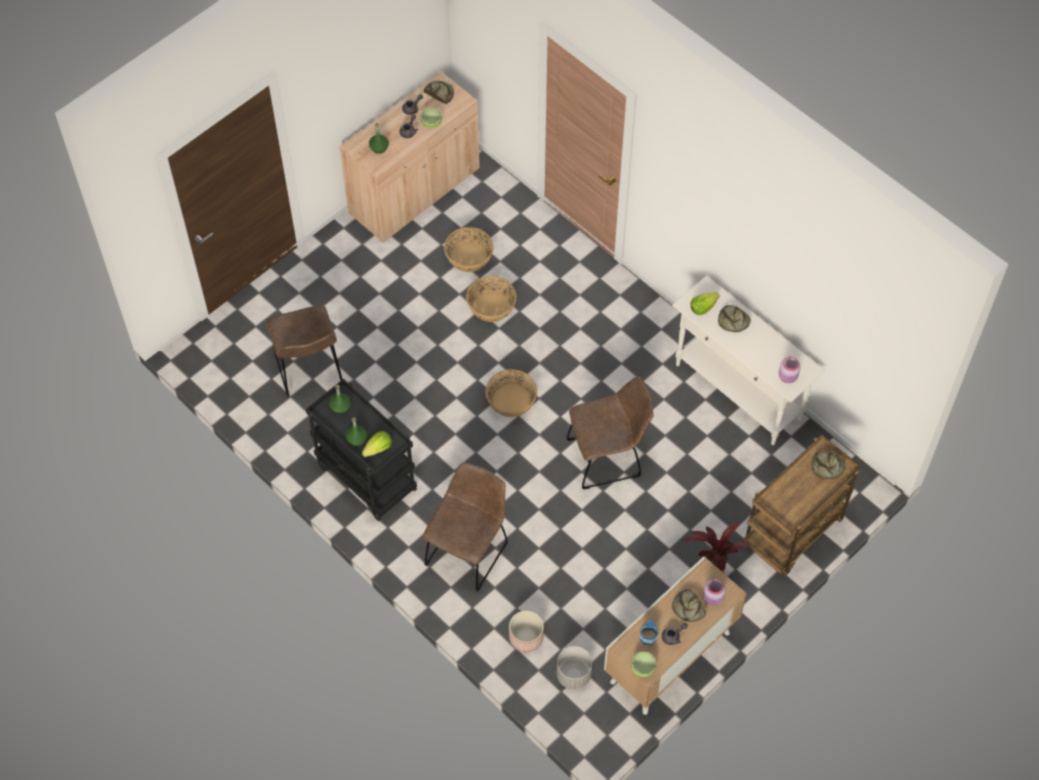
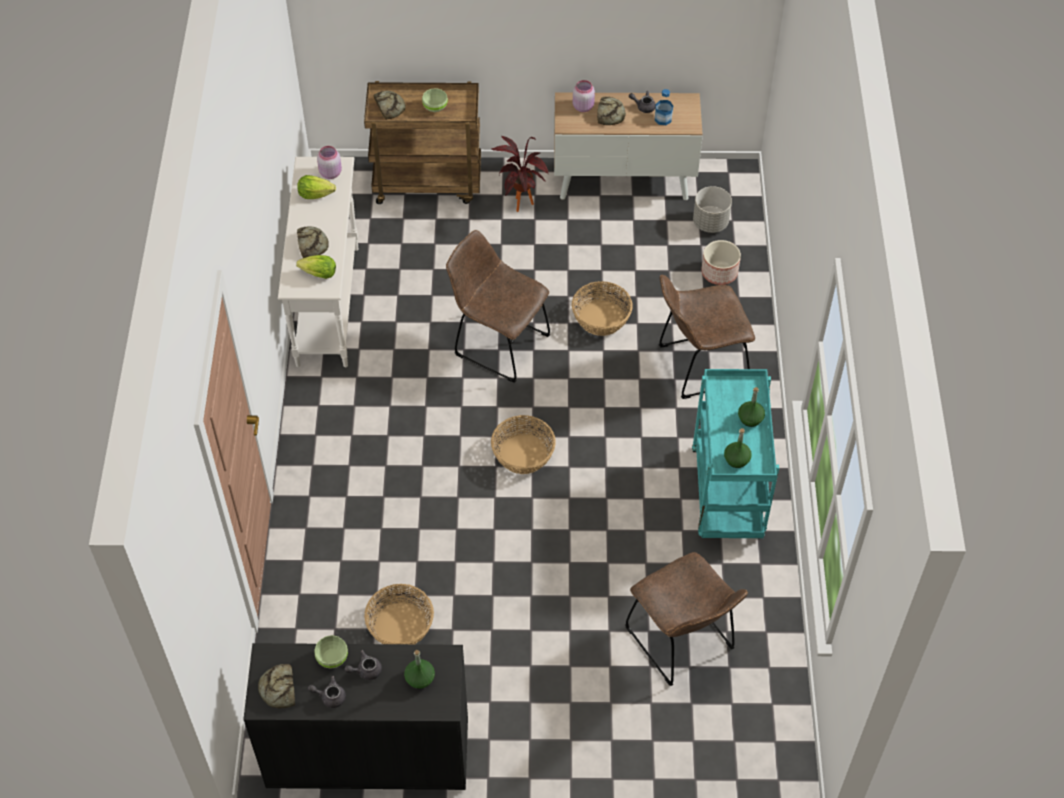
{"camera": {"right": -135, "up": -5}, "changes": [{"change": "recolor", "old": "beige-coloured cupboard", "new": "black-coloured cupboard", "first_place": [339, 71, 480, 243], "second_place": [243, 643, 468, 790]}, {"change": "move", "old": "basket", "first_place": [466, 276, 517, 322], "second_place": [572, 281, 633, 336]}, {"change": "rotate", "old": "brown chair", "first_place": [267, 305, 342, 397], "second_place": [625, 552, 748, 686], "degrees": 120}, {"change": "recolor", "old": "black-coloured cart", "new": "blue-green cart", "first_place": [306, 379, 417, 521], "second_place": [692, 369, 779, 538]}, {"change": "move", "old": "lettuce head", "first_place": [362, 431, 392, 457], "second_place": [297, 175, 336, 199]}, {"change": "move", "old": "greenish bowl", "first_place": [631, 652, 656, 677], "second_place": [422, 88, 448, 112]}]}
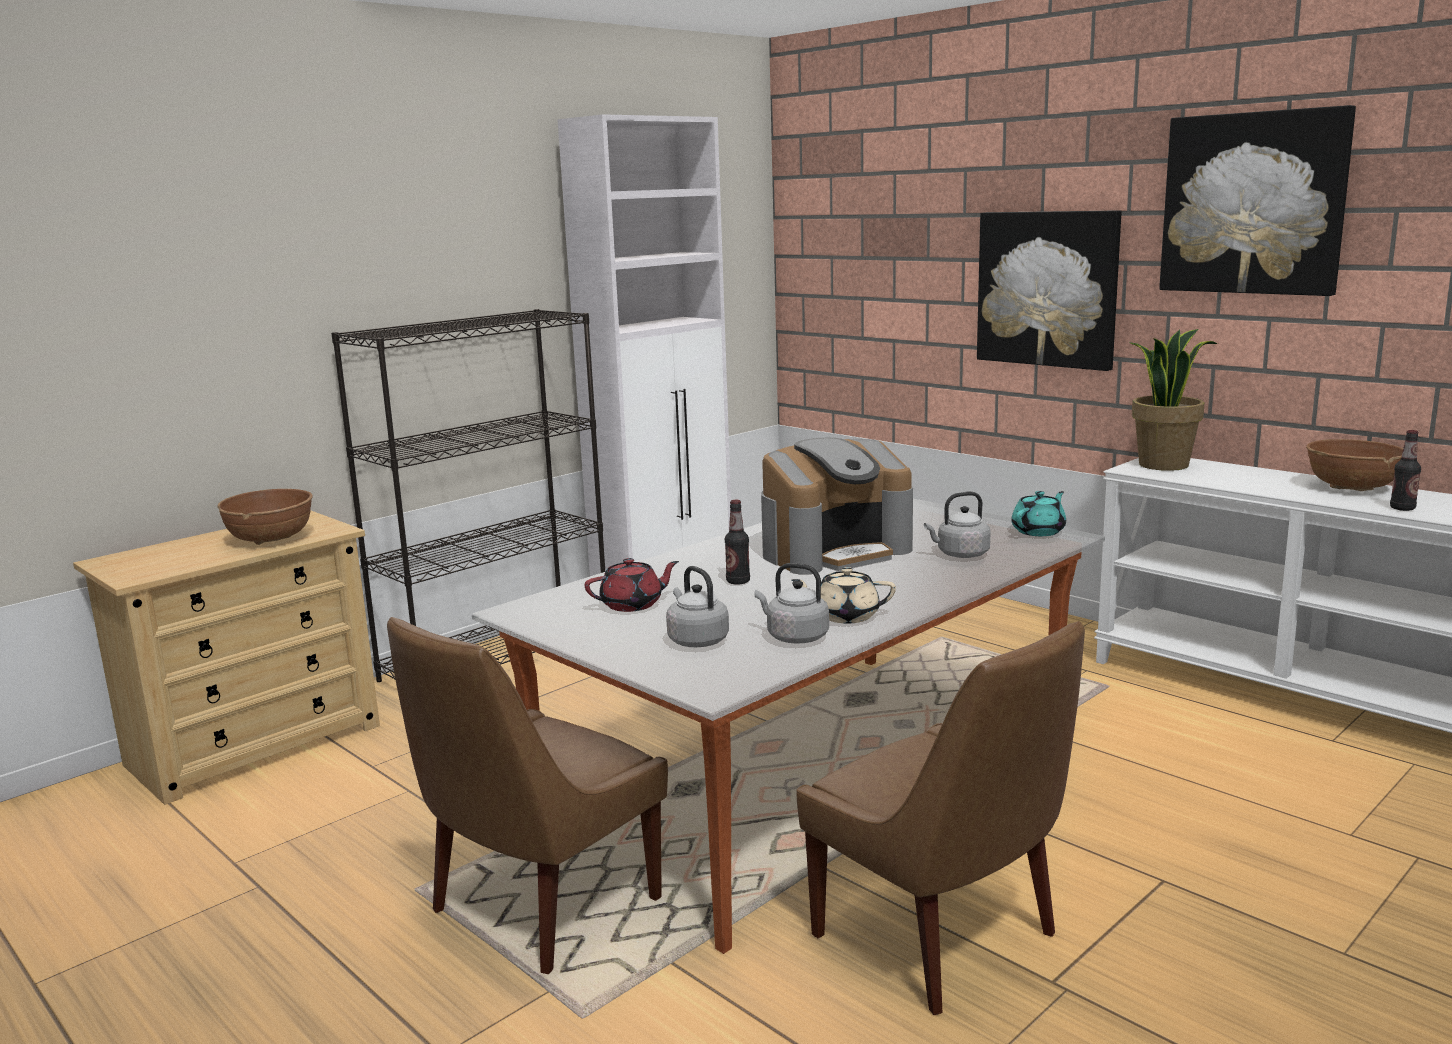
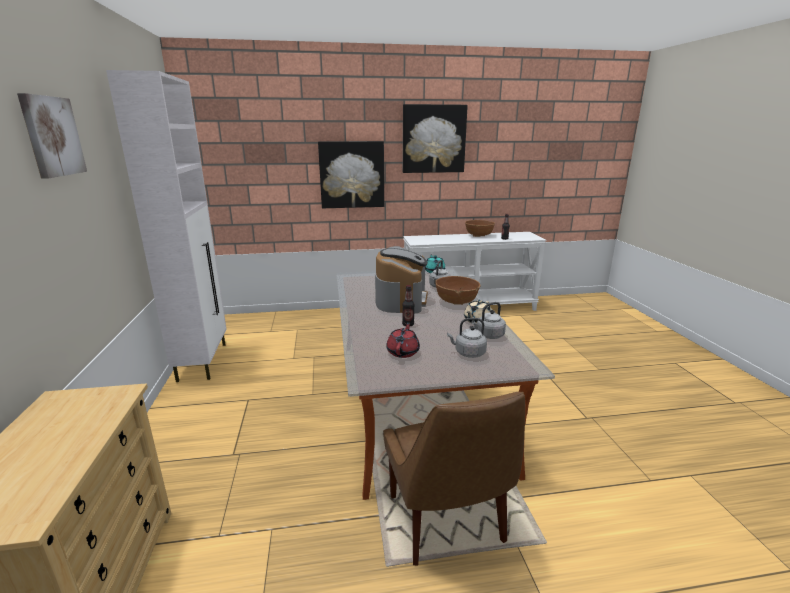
{"camera": {"right": -55, "up": 5}, "changes": [{"change": "delete", "old": "black-coloured bookshelf", "first_place": [331, 309, 605, 682]}, {"change": "delete", "old": "plant in a pot", "first_place": [1130, 329, 1218, 471]}, {"change": "move", "old": "brown bowl", "first_place": [217, 489, 313, 545], "second_place": [435, 276, 481, 305]}, {"change": "delete", "old": "brown chair", "first_place": [796, 621, 1085, 1015]}, {"change": "insert", "new": "wall picture", "second_place": [17, 93, 87, 179]}]}
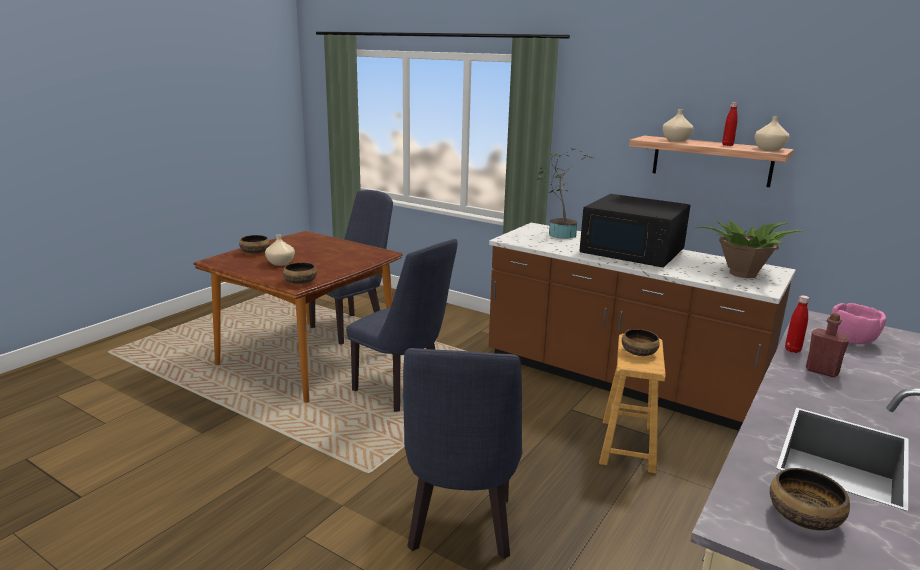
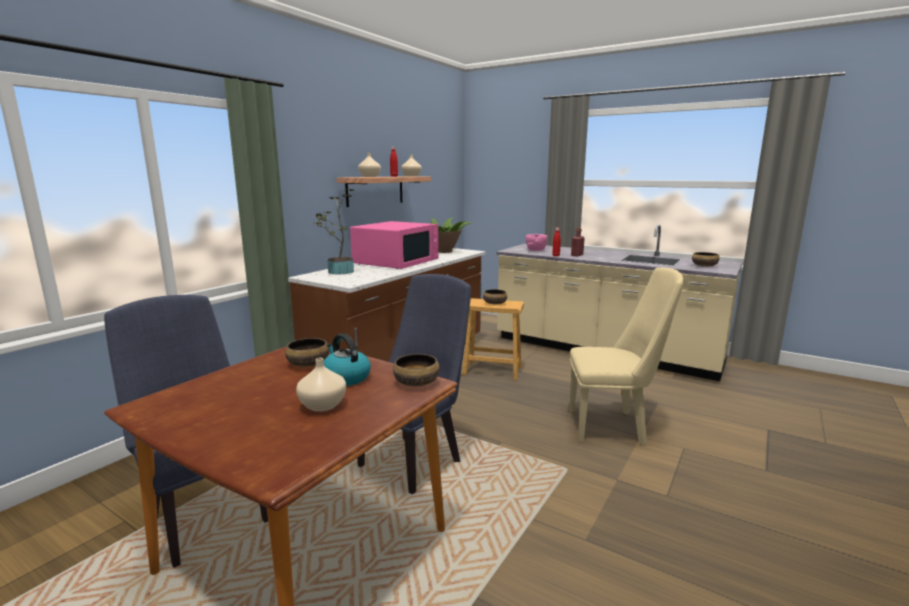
{"camera": {"right": -90, "up": -5}, "changes": [{"change": "recolor", "old": "black-coloured kitchen microwave", "new": "pink kitchen microwave", "first_place": [579, 194, 690, 268], "second_place": [350, 221, 438, 269]}, {"change": "move", "old": "bowl", "first_place": [239, 235, 270, 254], "second_place": [285, 338, 329, 367]}, {"change": "recolor", "old": "blue chair", "new": "beige-coloured chair", "first_place": [403, 348, 522, 559], "second_place": [569, 268, 684, 446]}, {"change": "insert", "new": "water kettle", "second_place": [324, 333, 371, 386]}]}
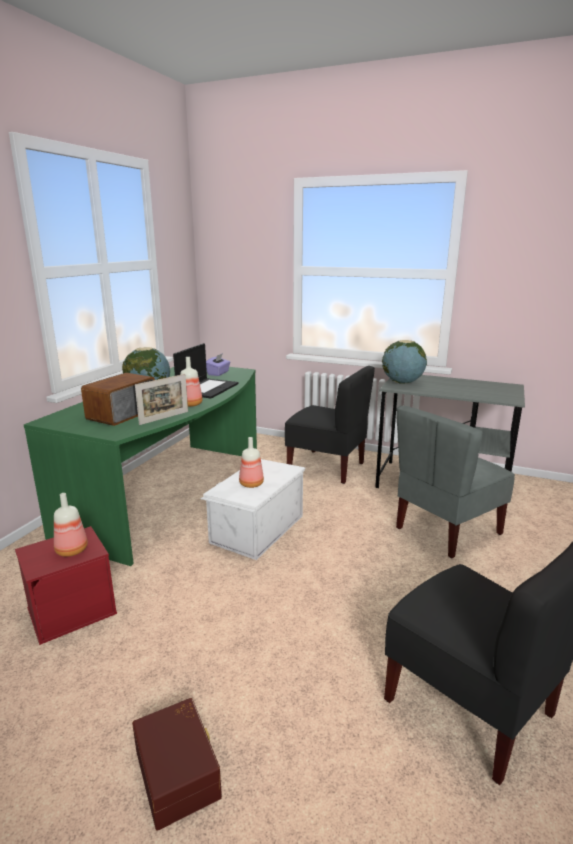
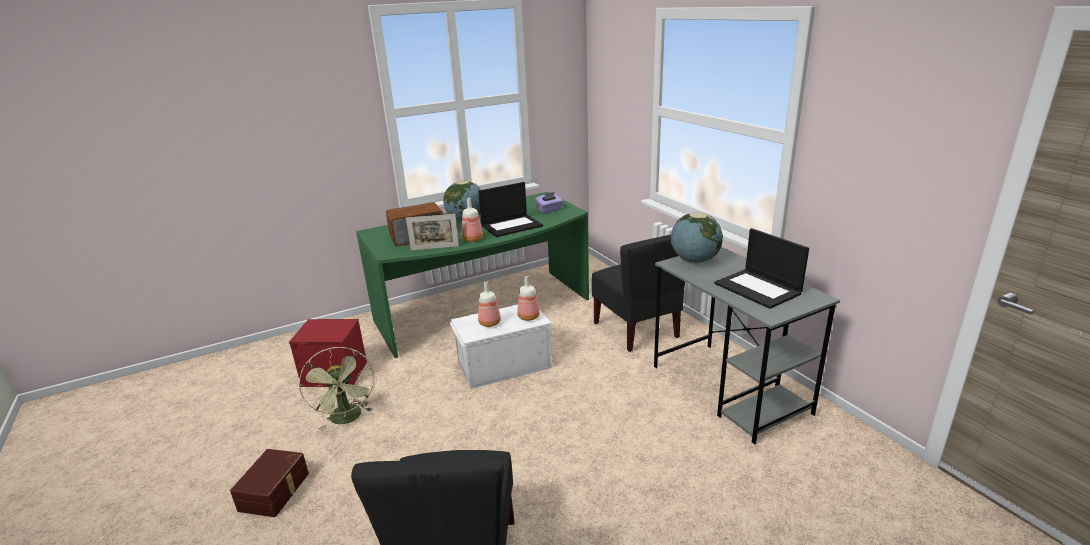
{"camera": {"right": 40, "up": 5}, "changes": [{"change": "delete", "old": "greyish chair", "first_place": [396, 406, 515, 558]}, {"change": "move", "old": "drink bottle", "first_place": [54, 493, 88, 557], "second_place": [517, 276, 540, 321]}, {"change": "insert", "new": "portable computer", "second_place": [714, 228, 809, 309]}, {"change": "insert", "new": "greenish fan", "second_place": [299, 347, 375, 430]}]}
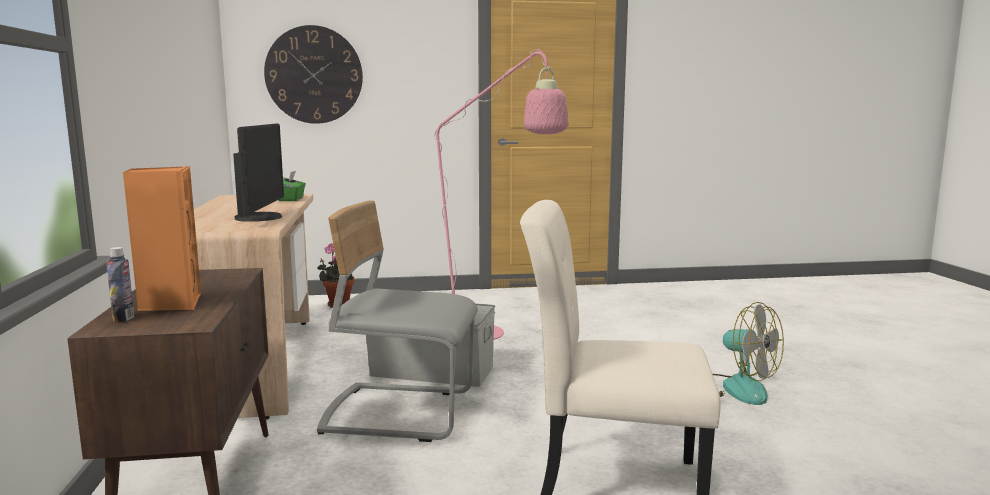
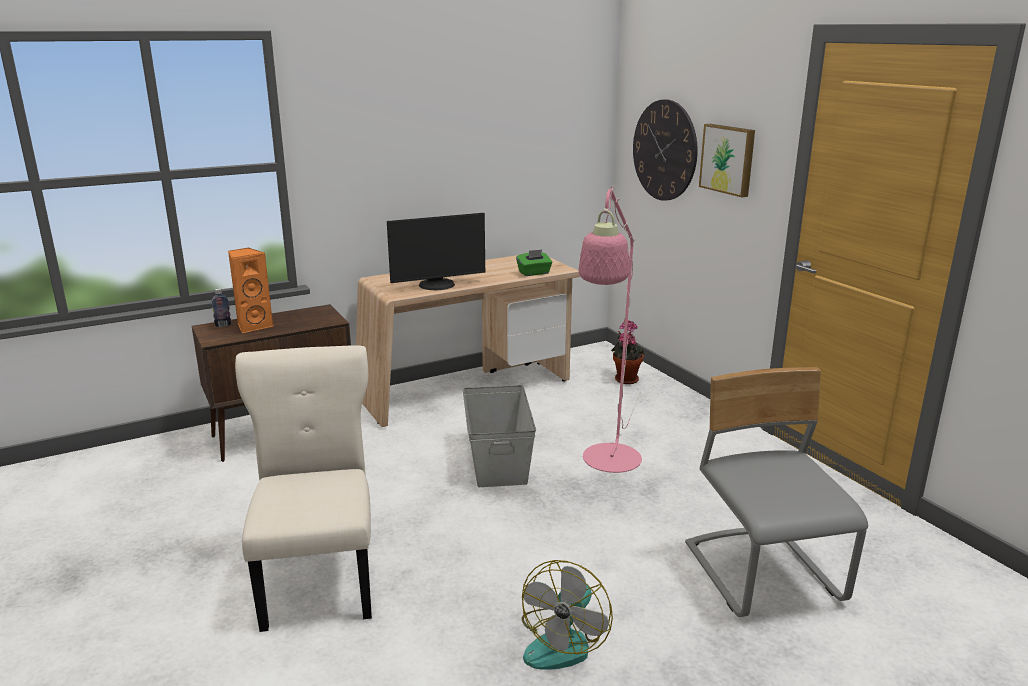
{"camera": {"right": 70, "up": 10}, "changes": [{"change": "move", "old": "greyish chair", "first_place": [317, 200, 478, 442], "second_place": [685, 367, 868, 617]}, {"change": "insert", "new": "wall picture", "second_place": [699, 124, 755, 197]}]}
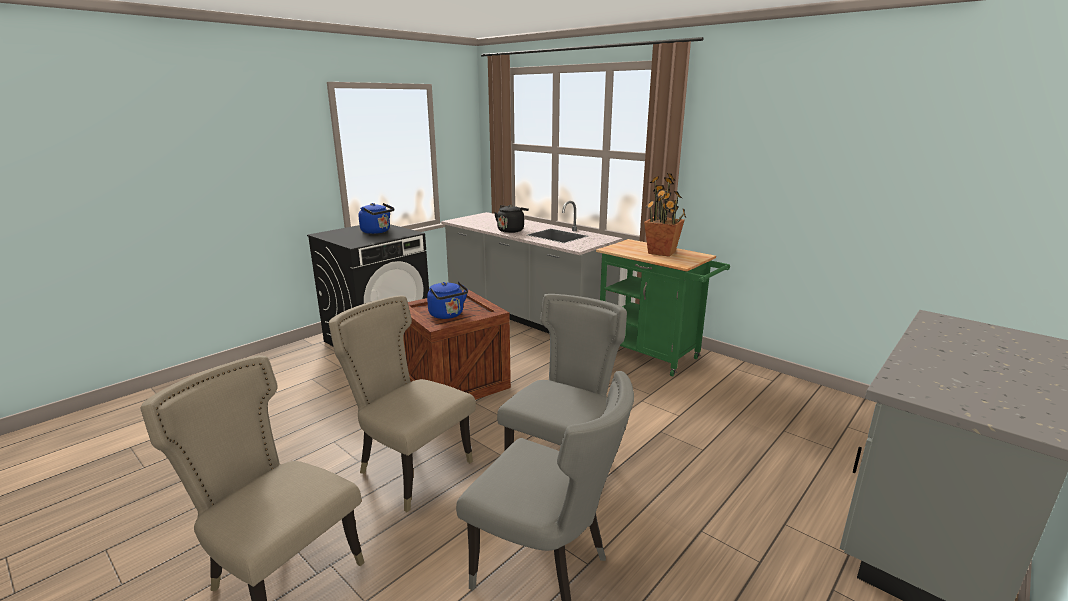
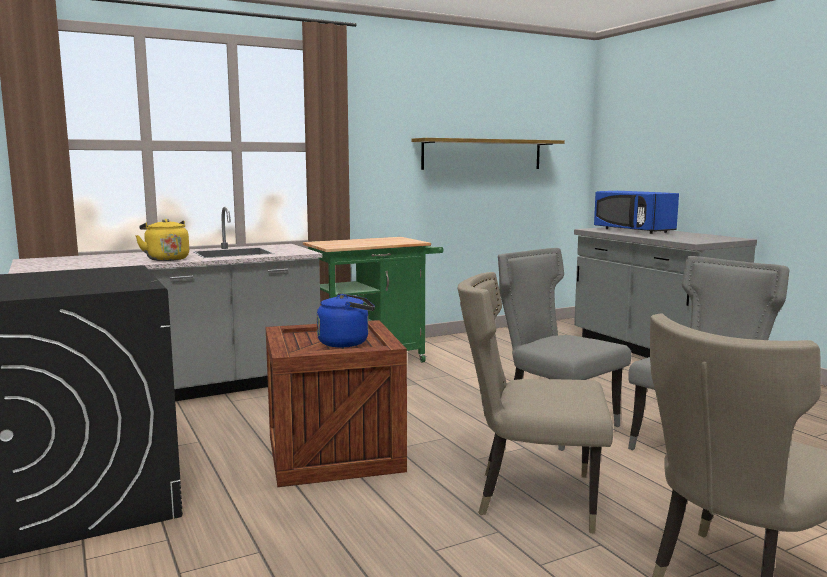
{"camera": {"right": -70, "up": -10}, "changes": [{"change": "delete", "old": "plant in a pot", "first_place": [644, 173, 686, 257]}, {"change": "delete", "old": "blue water kettle", "first_place": [358, 203, 394, 234]}, {"change": "recolor", "old": "black-coloured water kettle", "new": "yellow-coloured water kettle", "first_place": [494, 205, 529, 233], "second_place": [135, 219, 189, 261]}, {"change": "rotate", "old": "beige-coloured chair", "first_place": [329, 295, 476, 512], "second_place": [458, 272, 613, 534], "degrees": 45}, {"change": "insert", "new": "wall shelf", "second_place": [411, 138, 565, 170]}, {"change": "insert", "new": "blue kitchen microwave", "second_place": [594, 191, 679, 234]}]}
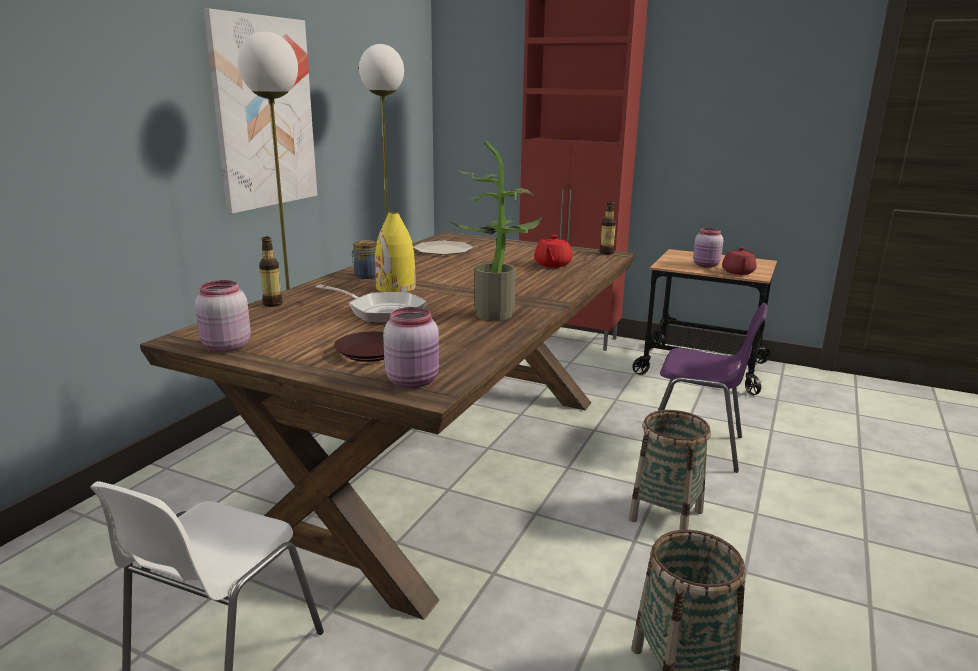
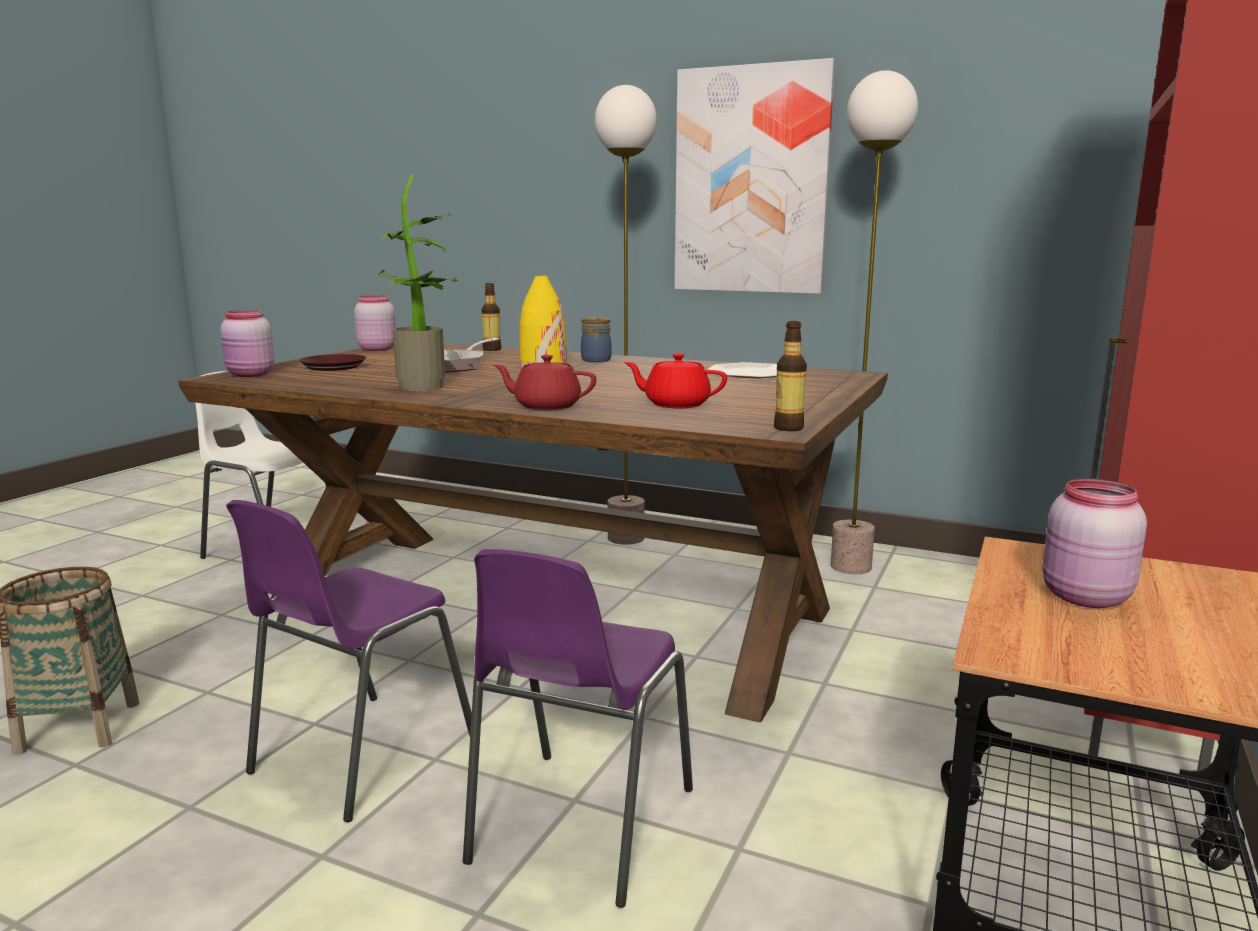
{"camera": {"right": 90, "up": -5}, "changes": [{"change": "move", "old": "red-coloured pot for tea", "first_place": [722, 247, 757, 275], "second_place": [493, 355, 596, 411]}, {"change": "replace", "old": "basket", "new": "purple chair", "first_place": [629, 410, 711, 530], "second_place": [226, 500, 472, 822]}]}
